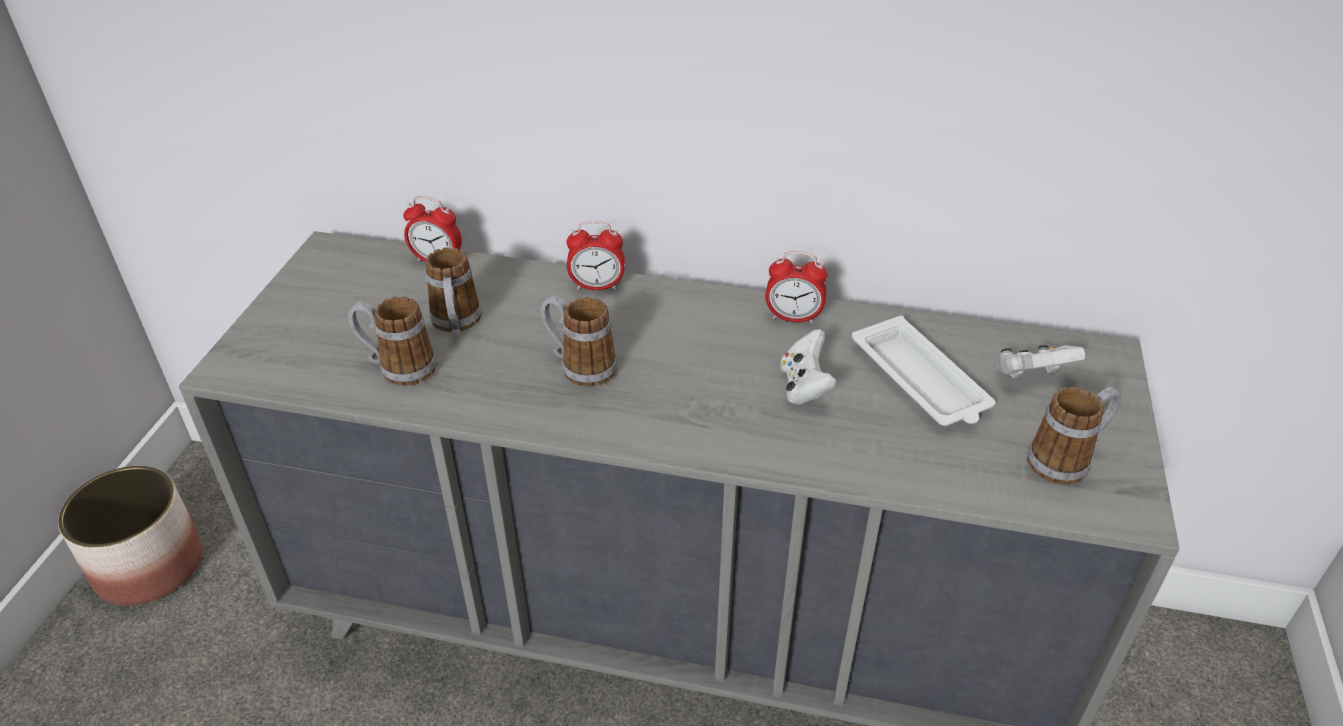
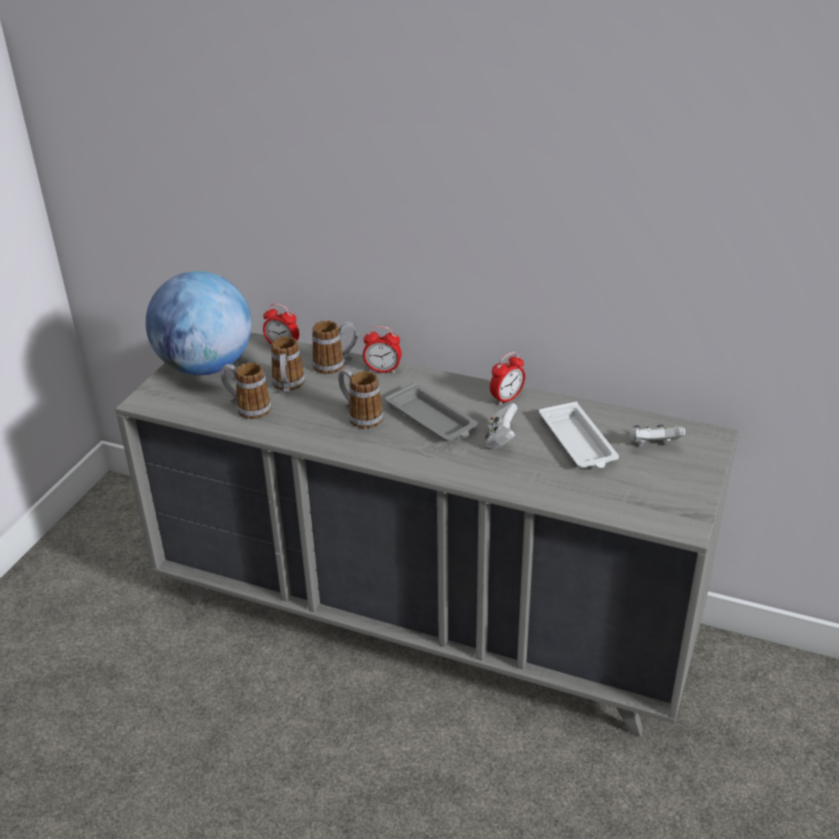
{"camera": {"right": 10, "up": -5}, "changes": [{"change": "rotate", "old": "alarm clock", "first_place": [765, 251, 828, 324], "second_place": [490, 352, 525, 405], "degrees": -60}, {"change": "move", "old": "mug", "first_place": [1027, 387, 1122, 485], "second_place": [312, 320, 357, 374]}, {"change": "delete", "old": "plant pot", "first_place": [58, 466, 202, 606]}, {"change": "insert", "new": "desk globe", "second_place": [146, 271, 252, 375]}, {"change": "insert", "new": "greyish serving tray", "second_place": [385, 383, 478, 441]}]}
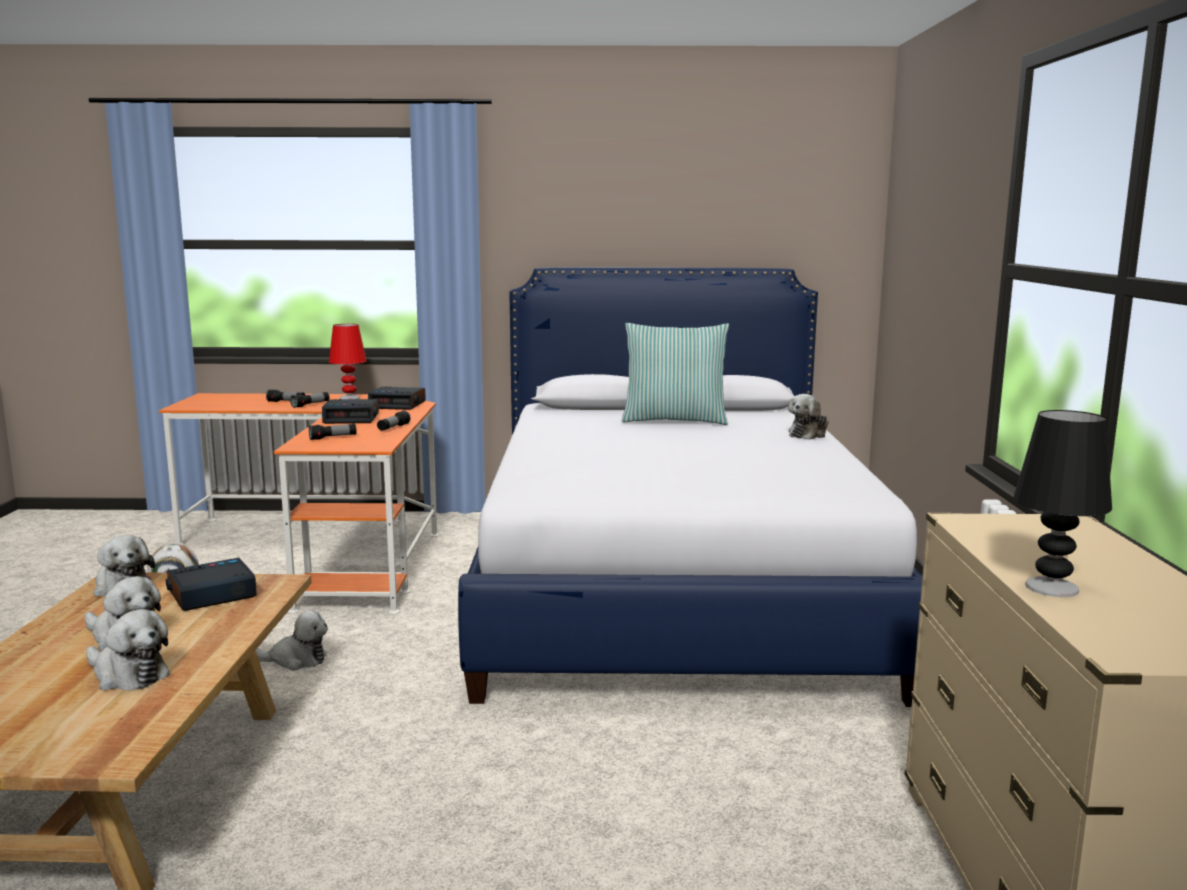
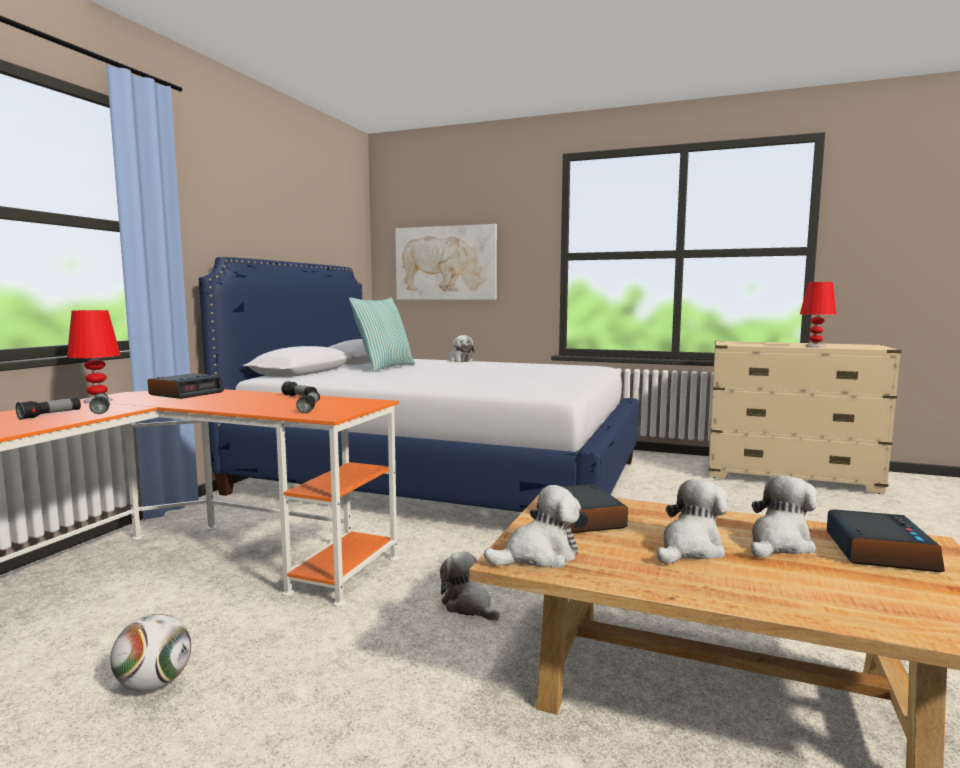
{"camera": {"right": -70, "up": -5}, "changes": [{"change": "move", "old": "alarm clock", "first_place": [322, 399, 379, 424], "second_place": [827, 509, 945, 572]}, {"change": "recolor", "old": "black-coloured lamp for a table", "new": "red-coloured lamp for a table", "first_place": [1014, 410, 1112, 597], "second_place": [800, 282, 836, 347]}, {"change": "rotate", "old": "plush toy", "first_place": [256, 610, 328, 671], "second_place": [440, 552, 500, 621], "degrees": -60}, {"change": "insert", "new": "wall picture", "second_place": [395, 224, 497, 300]}]}
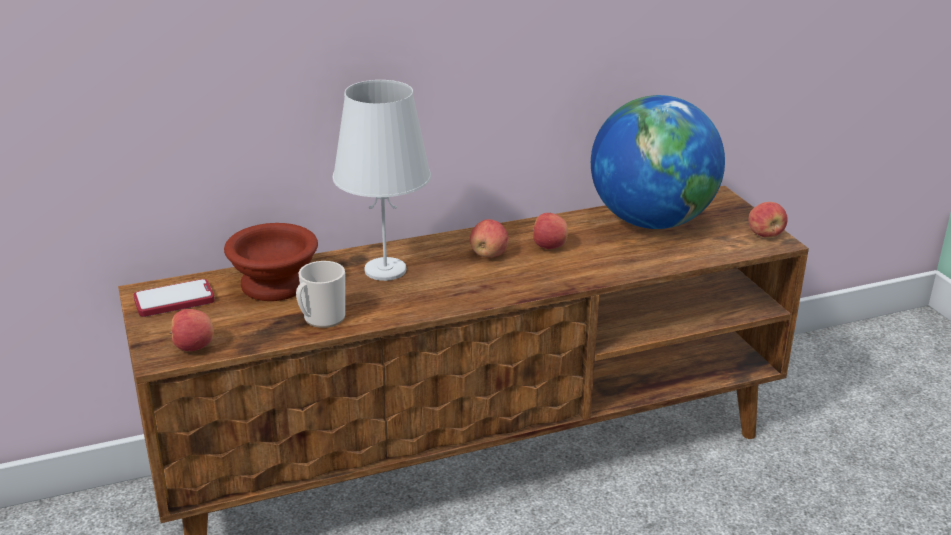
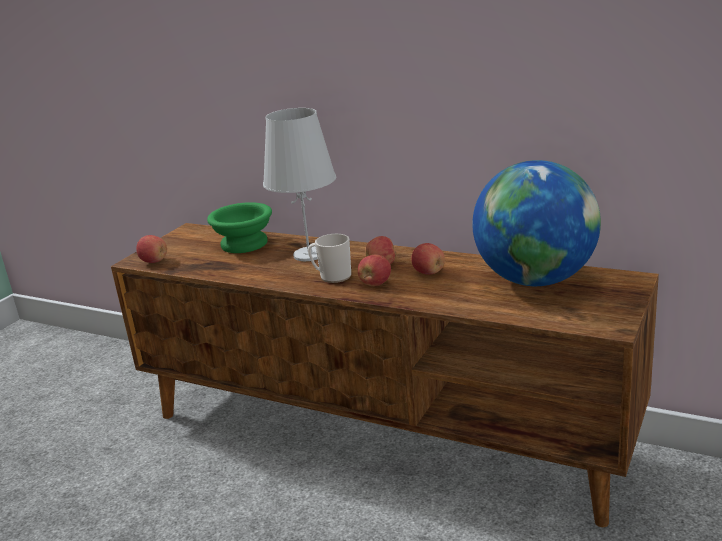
{"camera": {"right": 50, "up": -5}, "changes": [{"change": "move", "old": "apple", "first_place": [748, 202, 788, 238], "second_place": [358, 254, 391, 286]}, {"change": "recolor", "old": "brown bowl", "new": "greenish bowl", "first_place": [224, 223, 318, 301], "second_place": [207, 202, 272, 253]}, {"change": "move", "old": "mug", "first_place": [296, 261, 345, 328], "second_place": [308, 234, 351, 283]}, {"change": "delete", "old": "phone", "first_place": [134, 279, 215, 317]}]}
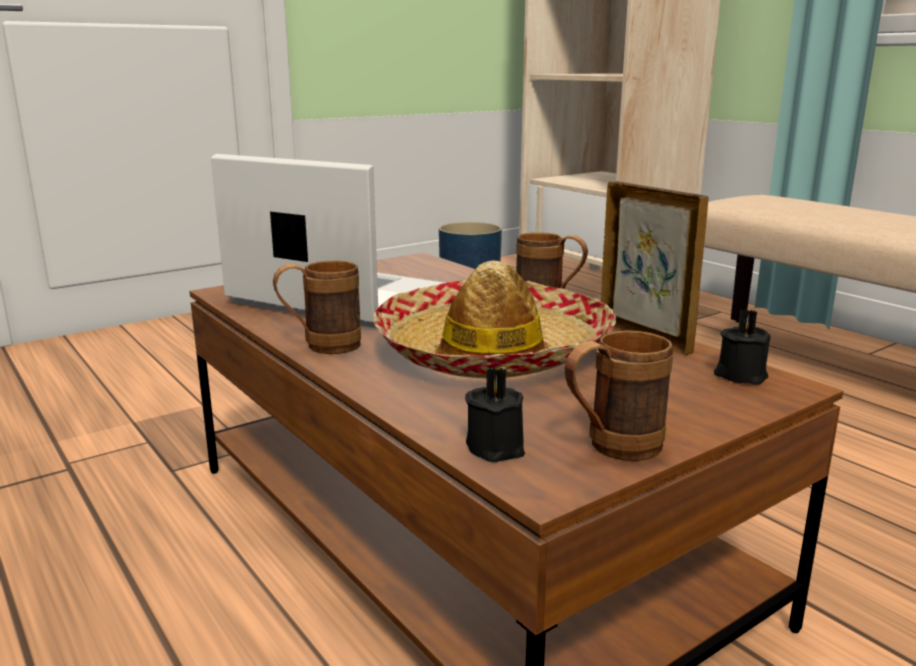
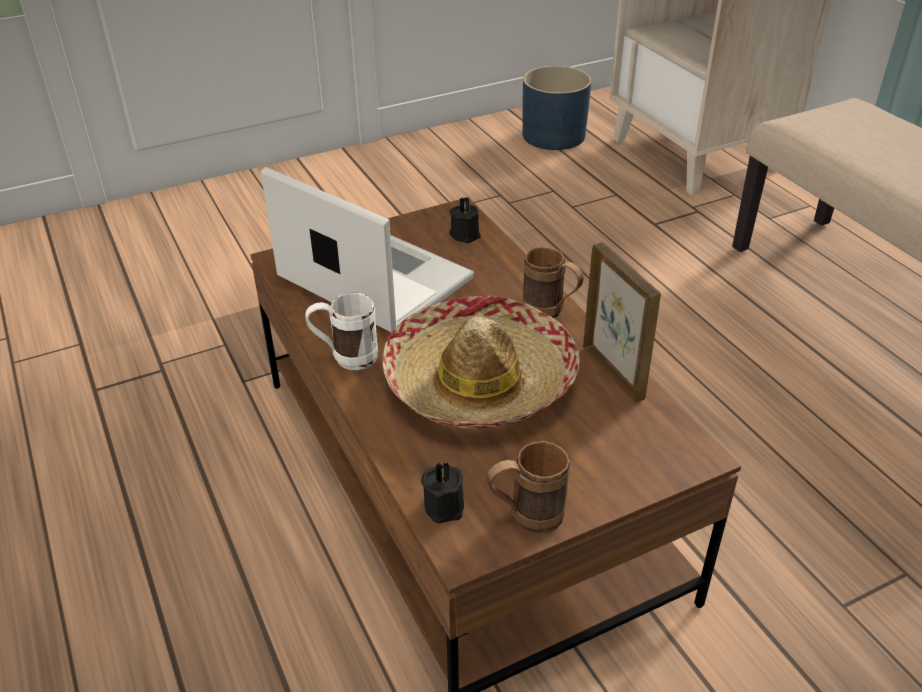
{"camera": {"right": 10, "up": 20}, "changes": [{"change": "recolor", "old": "brown mug", "new": "whitish mug", "first_place": [273, 260, 361, 354], "second_place": [305, 293, 378, 370]}, {"change": "move", "old": "black-coloured candle", "first_place": [714, 309, 771, 385], "second_place": [449, 197, 481, 243]}]}
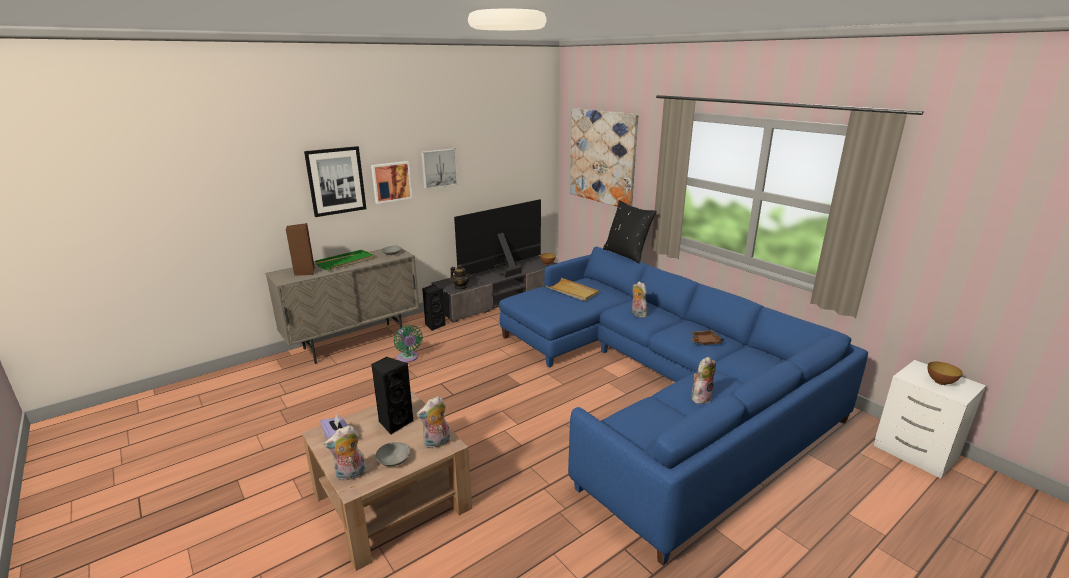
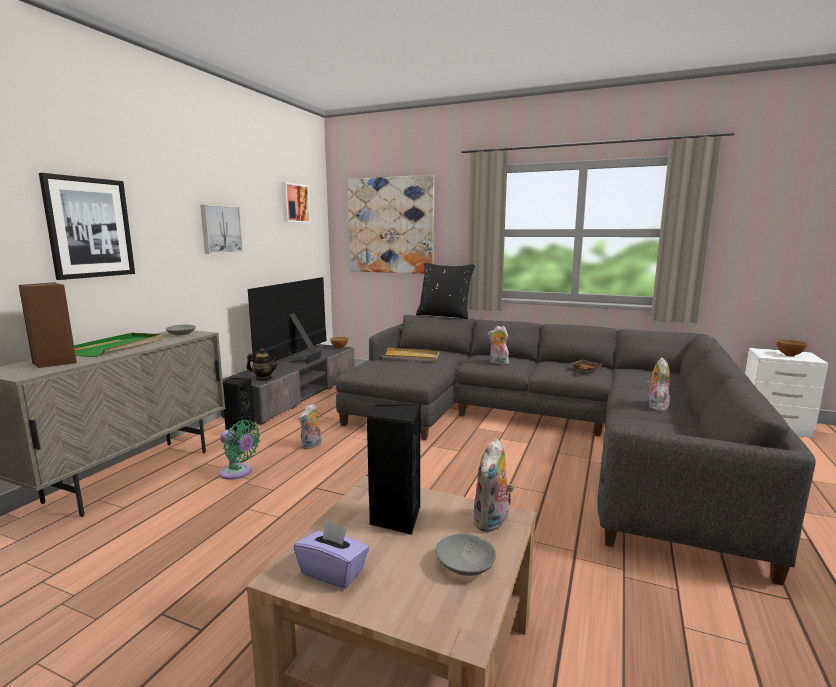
{"camera": {"right": -30, "up": -10}, "changes": [{"change": "move", "old": "wall picture", "first_place": [371, 161, 412, 204], "second_place": [282, 182, 311, 223]}, {"change": "recolor", "old": "blue sofa", "new": "greyish sofa", "first_place": [499, 247, 868, 566], "second_place": [336, 315, 816, 586]}, {"change": "move", "old": "plush toy", "first_place": [324, 425, 366, 481], "second_place": [299, 403, 322, 449]}]}
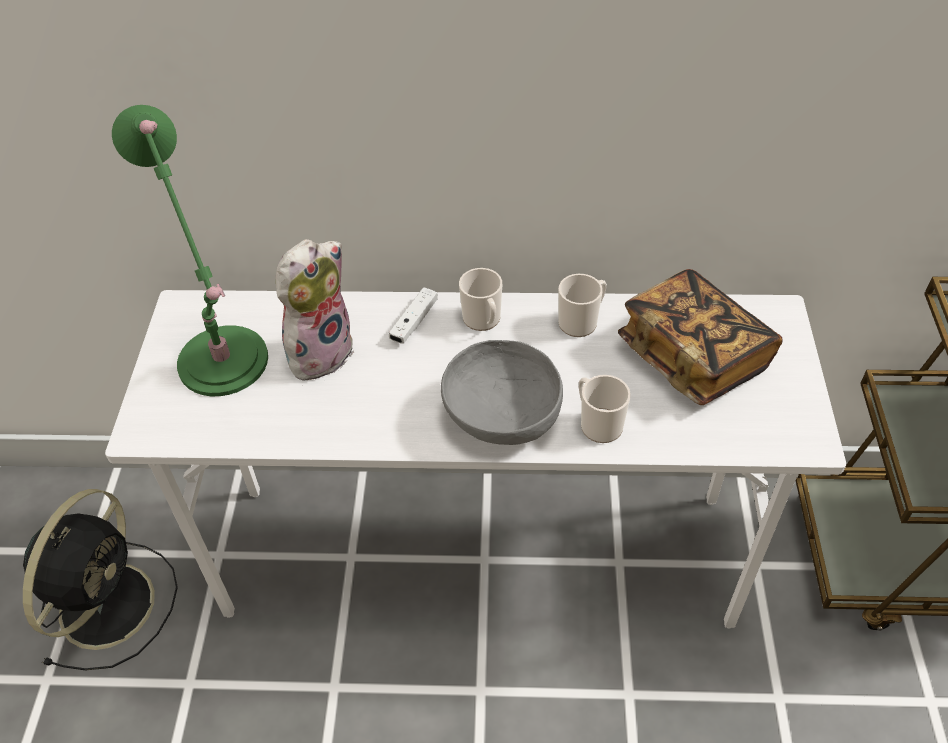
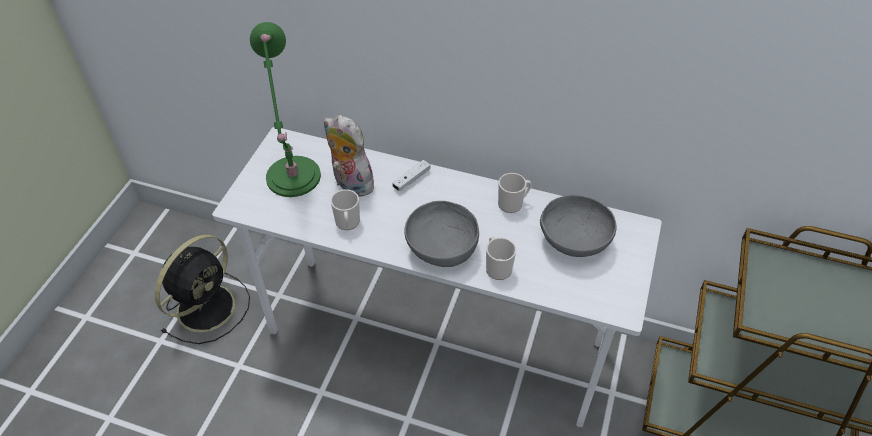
{"camera": {"right": 15, "up": 0}, "changes": [{"change": "rotate", "old": "plush toy", "first_place": [276, 239, 354, 380], "second_place": [324, 115, 378, 197], "degrees": -105}, {"change": "move", "old": "mug", "first_place": [459, 268, 502, 331], "second_place": [331, 189, 360, 230]}, {"change": "replace", "old": "bound book", "new": "greyish bowl", "first_place": [618, 269, 783, 405], "second_place": [540, 195, 617, 257]}]}
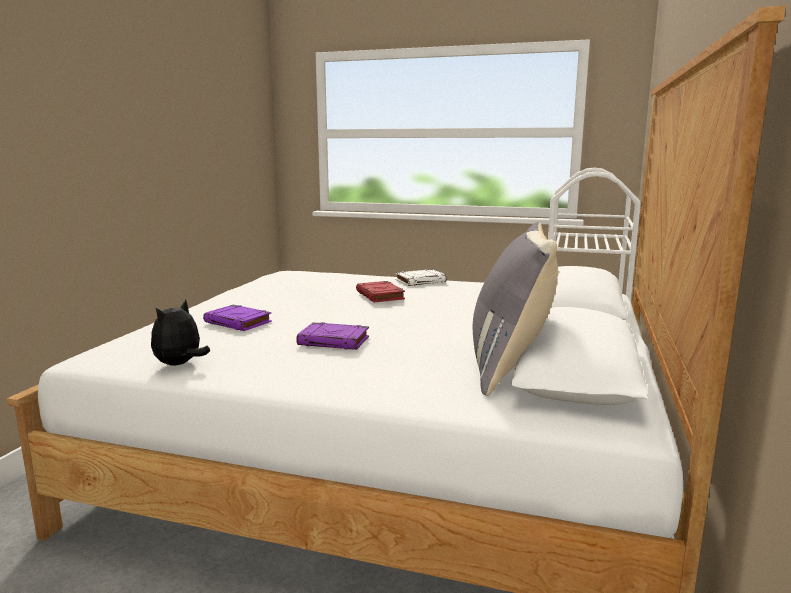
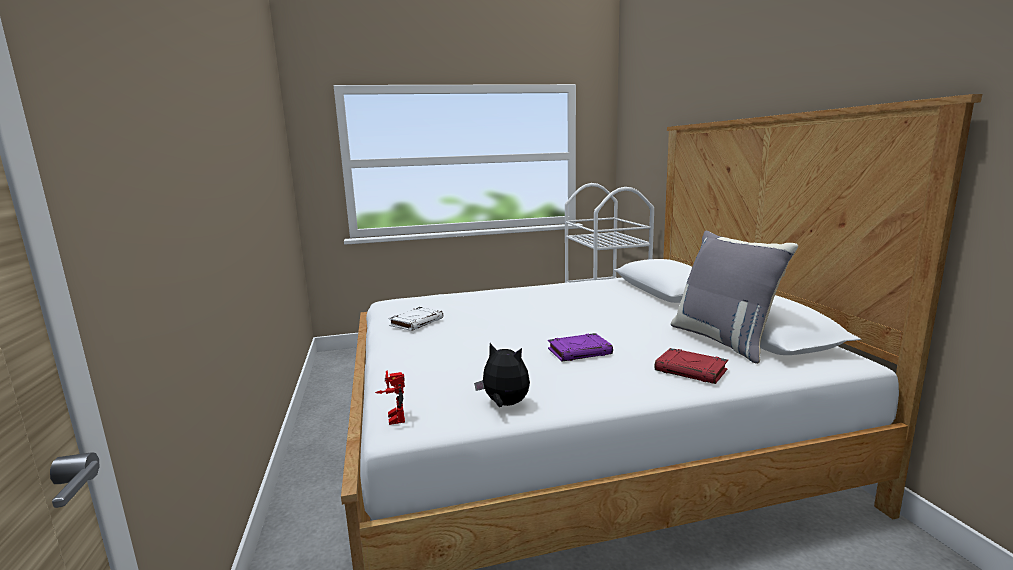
{"camera": {"right": -30, "up": 0}, "changes": [{"change": "move", "old": "whitish bound book", "first_place": [395, 269, 447, 286], "second_place": [389, 307, 443, 331]}, {"change": "move", "old": "red-coloured bound book", "first_place": [356, 281, 405, 302], "second_place": [654, 348, 728, 384]}, {"change": "rotate", "old": "plush toy", "first_place": [151, 300, 210, 366], "second_place": [474, 343, 530, 407], "degrees": 120}, {"change": "delete", "old": "purple bound book", "first_place": [203, 305, 272, 331]}, {"change": "insert", "new": "model robot", "second_place": [375, 371, 405, 425]}]}
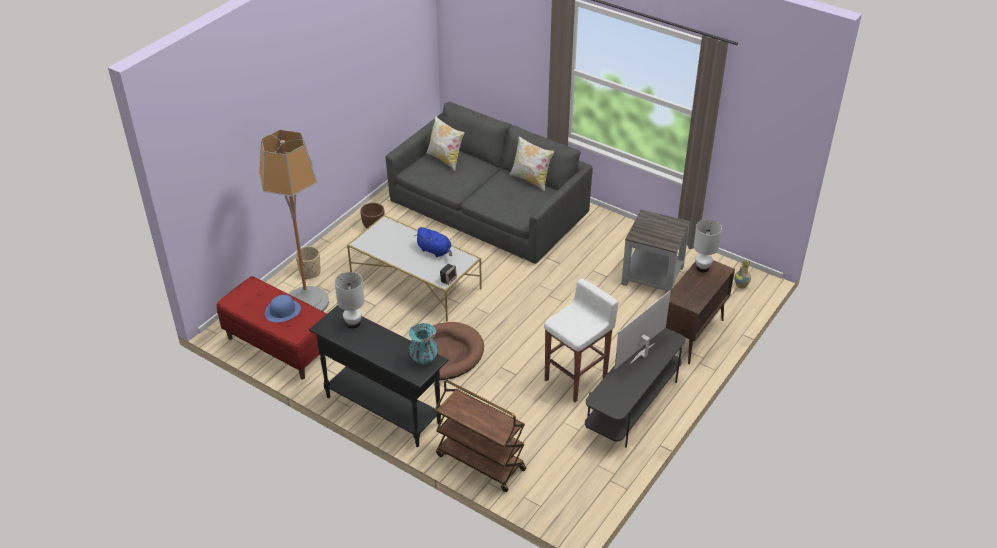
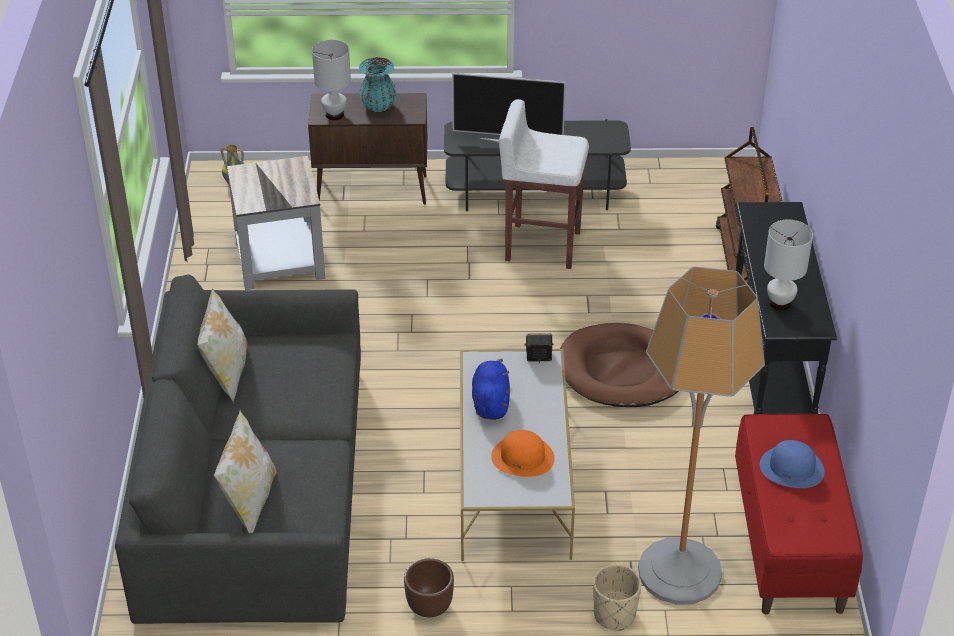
{"camera": {"right": -125, "up": 0}, "changes": [{"change": "move", "old": "blue-green vase", "first_place": [409, 323, 438, 365], "second_place": [359, 57, 396, 112]}, {"change": "insert", "new": "orange hat", "second_place": [491, 430, 555, 477]}]}
